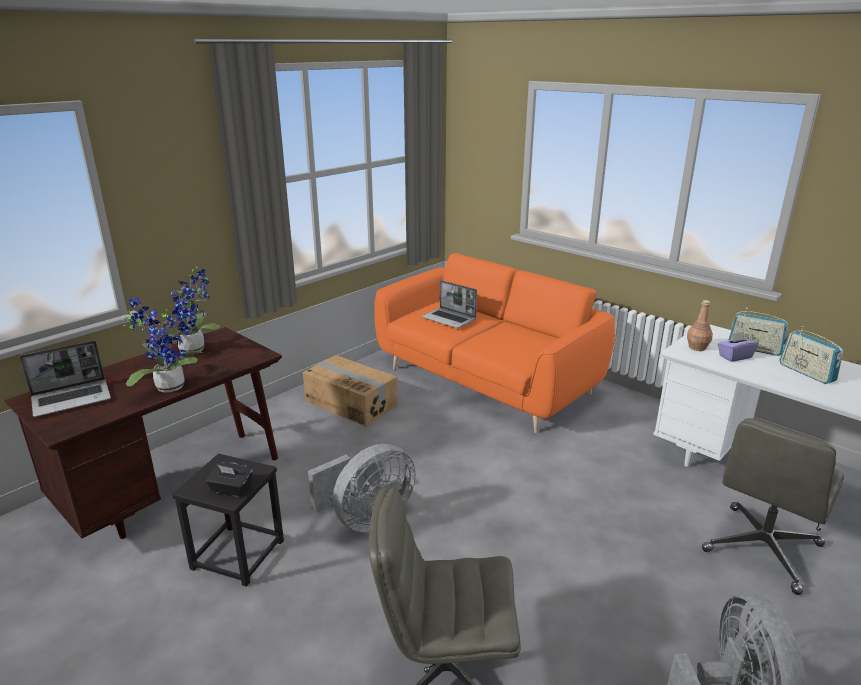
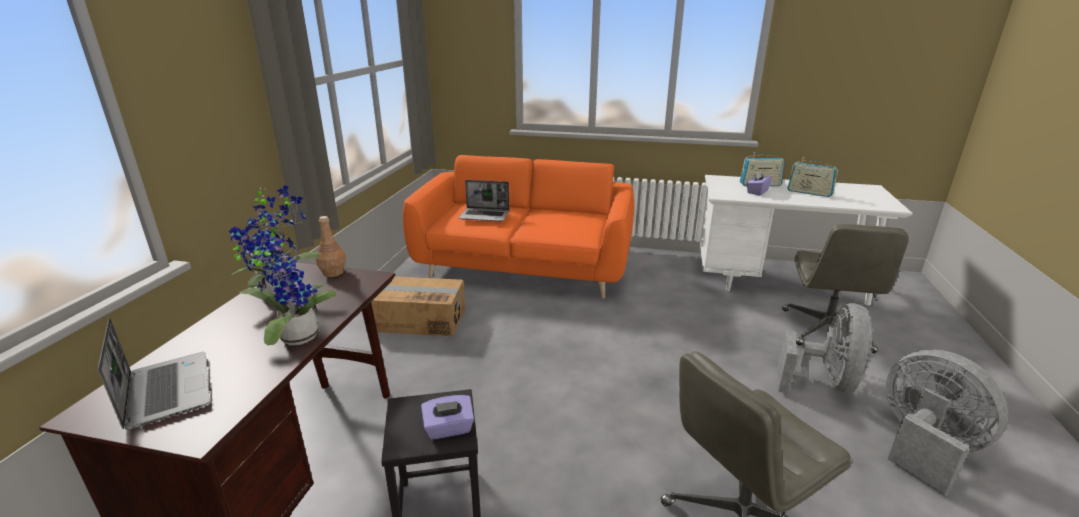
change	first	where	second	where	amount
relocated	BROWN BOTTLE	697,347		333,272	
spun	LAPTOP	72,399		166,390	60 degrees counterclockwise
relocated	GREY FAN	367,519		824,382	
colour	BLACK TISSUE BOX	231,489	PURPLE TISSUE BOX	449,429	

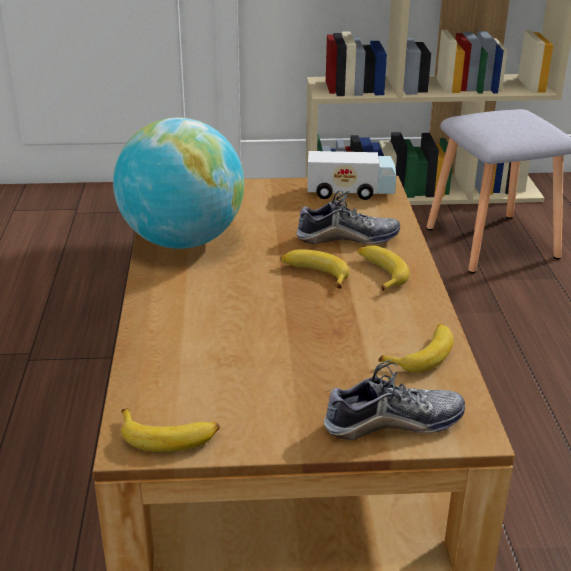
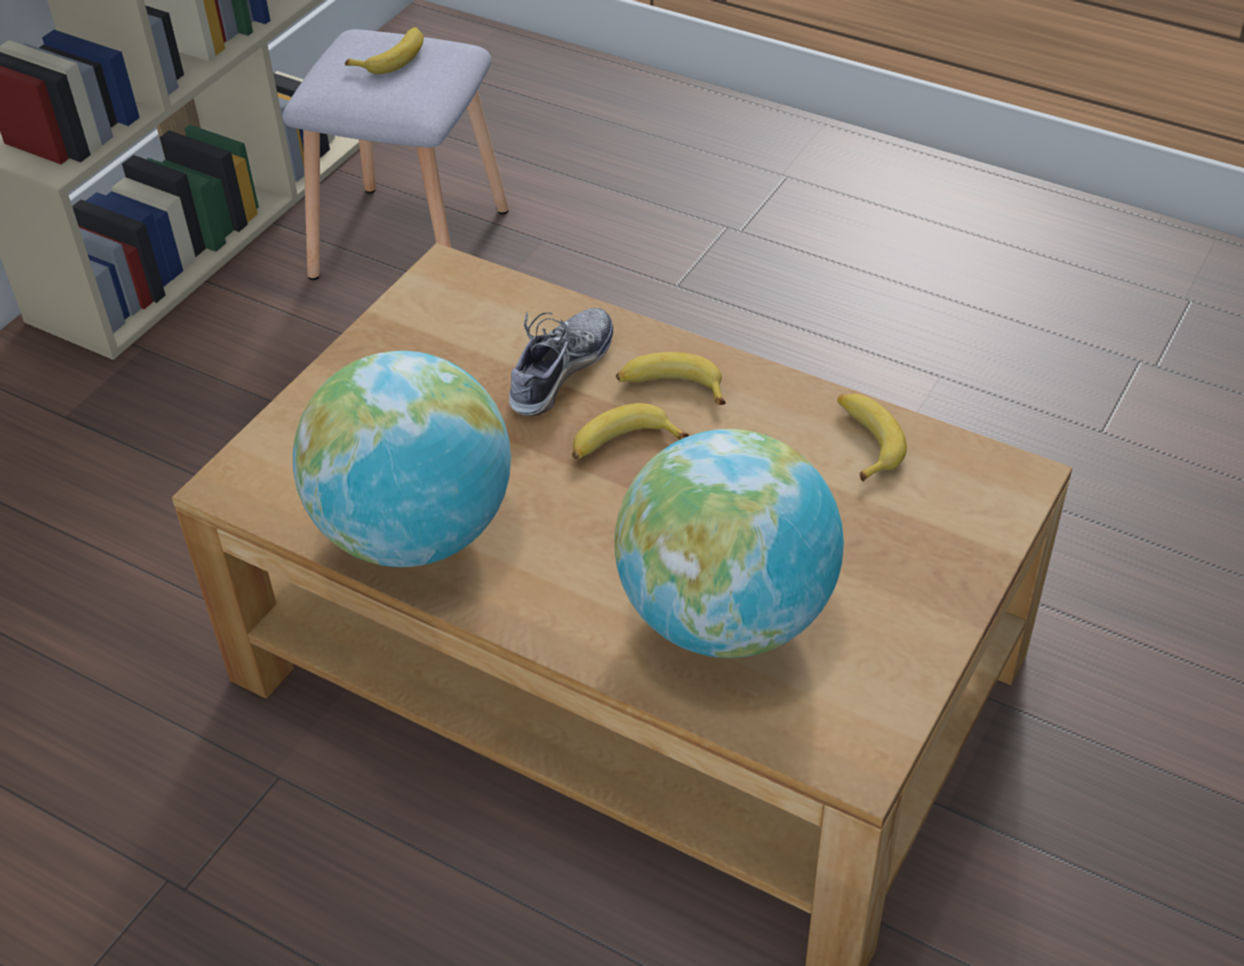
change	first	where	second	where	amount
missing	TOY TRUCK	351,192			
missing	SHOE	392,423			
relocated	BANANA	169,436		392,57	
appeared			GLOBE	726,615	

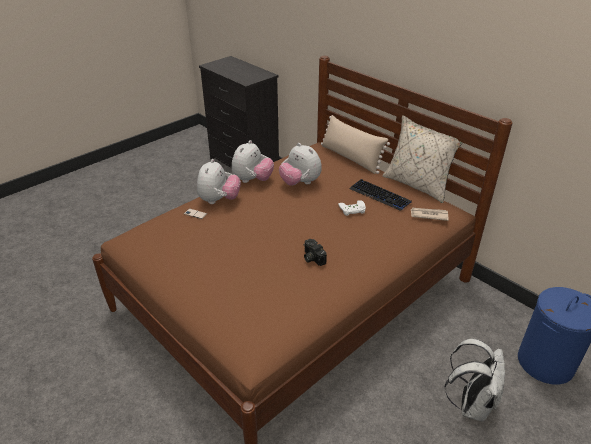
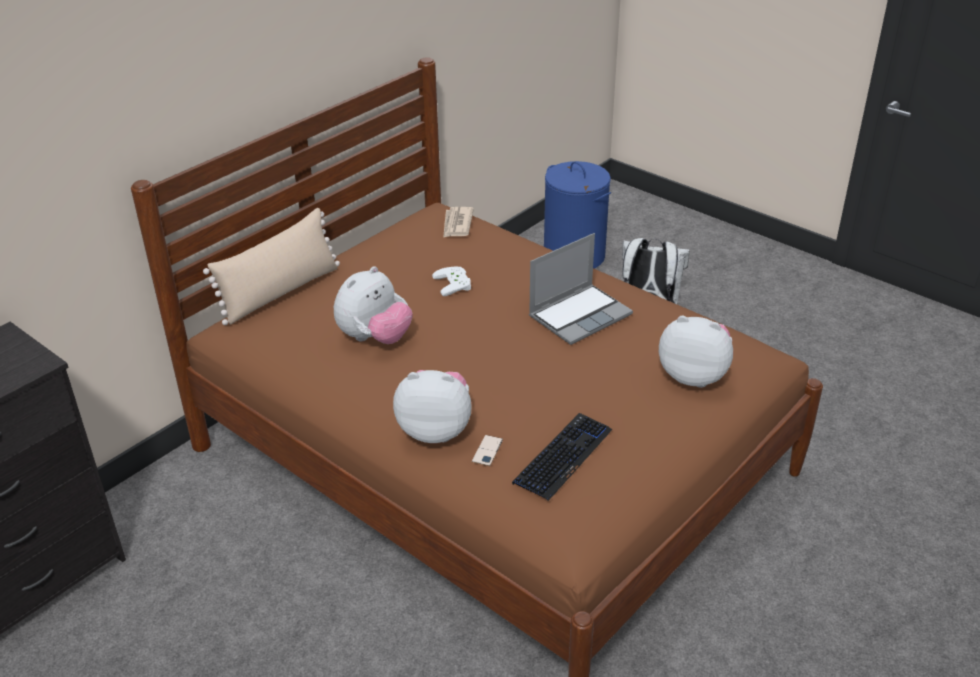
change	first	where	second	where	amount
missing	BEIGE PILLOW	417,185			
relocated	PLUSH TOY	252,180		693,375	
relocated	KEYBOARD	380,195		563,457	
exchanged	PHOTO CAMERA	312,258	LAPTOP	580,315	

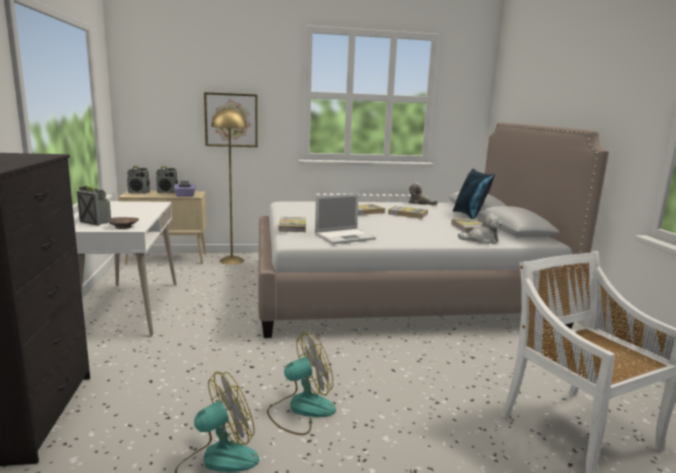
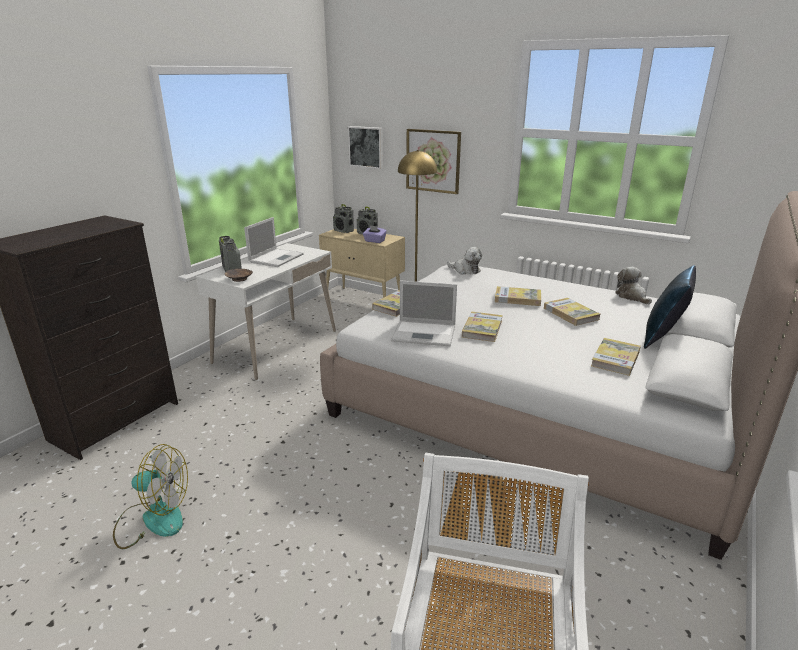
change	first	where	second	where	amount
relocated	PLUSH TOY	481,240		465,270	
missing	FAN	301,409			
appeared			PICTURE	366,147	
appeared			LAPTOP	276,258	
appeared			BOOK	482,329	

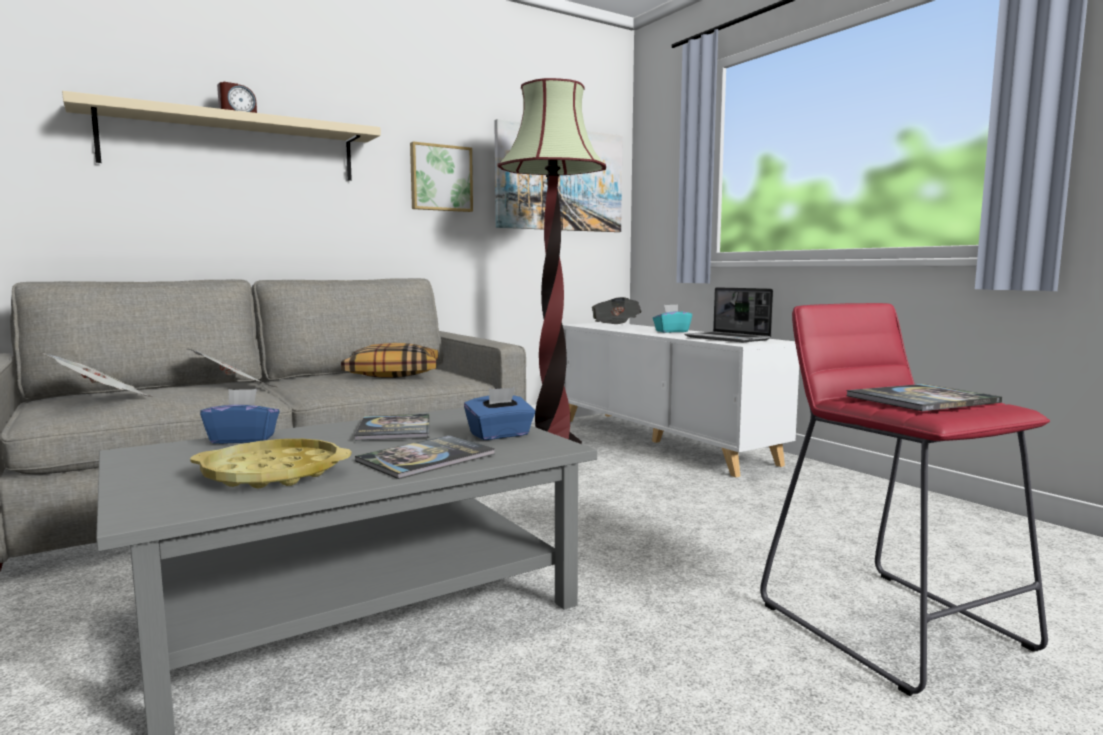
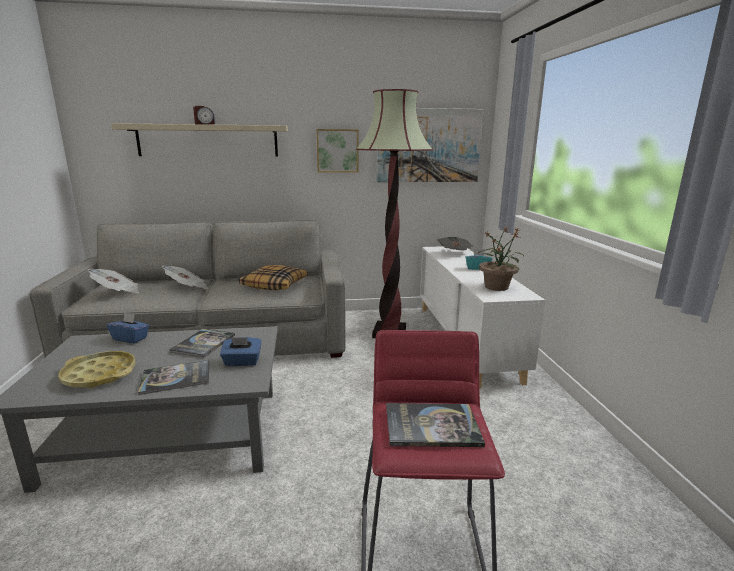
change	first	where	second	where	amount
exchanged	LAPTOP	728,338	POTTED PLANT	496,287	

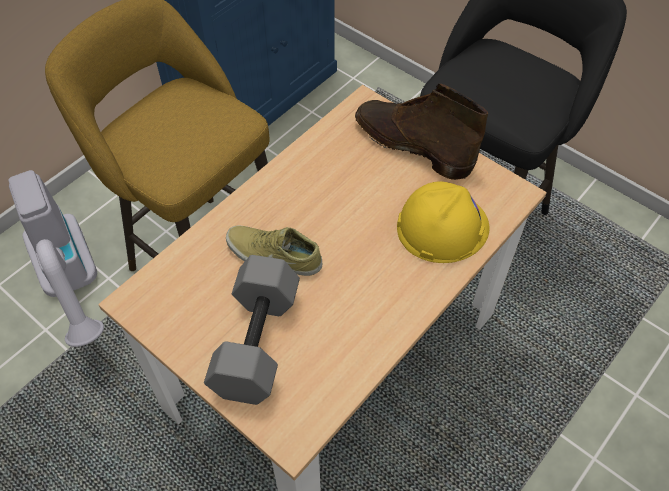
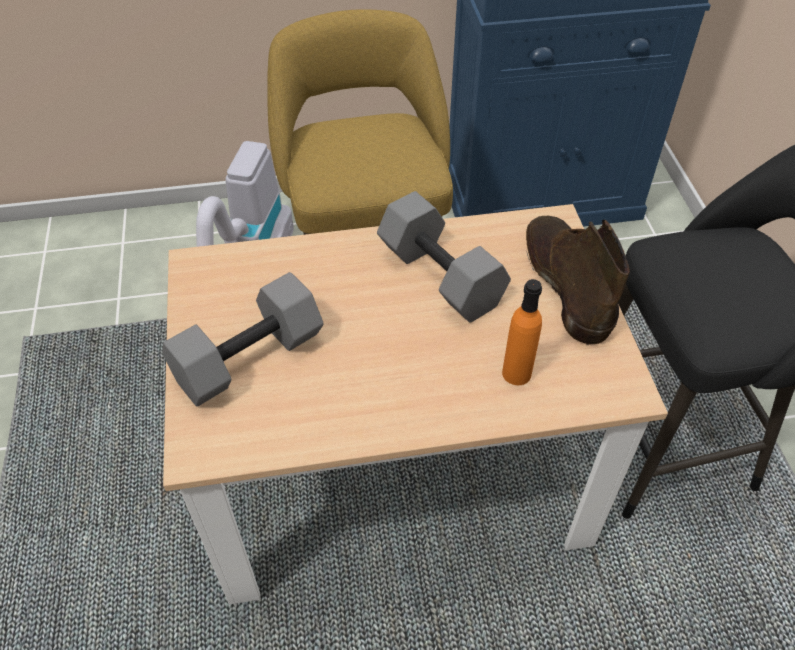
change	first	where	second	where	amount
exchanged	YELLOW HARD HAT	442,226	ORANGE BOTTLE	516,373	
missing	BEIGE SHOE	273,256			
appeared			GREY DUMBBELL	443,276	

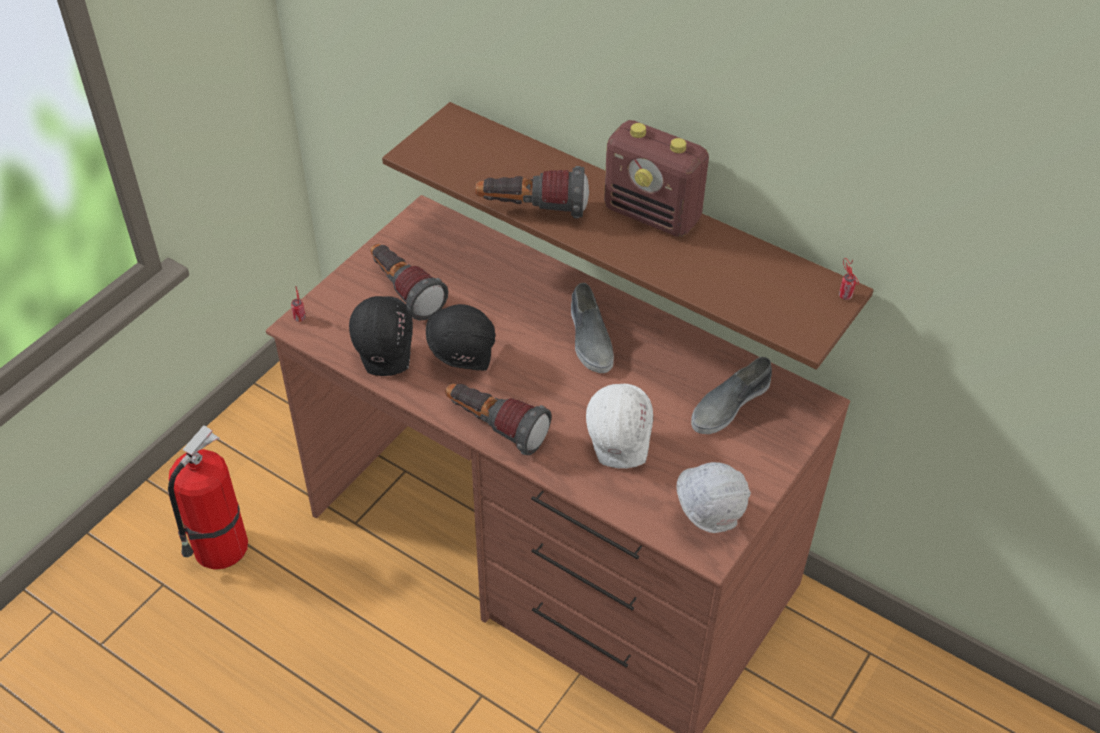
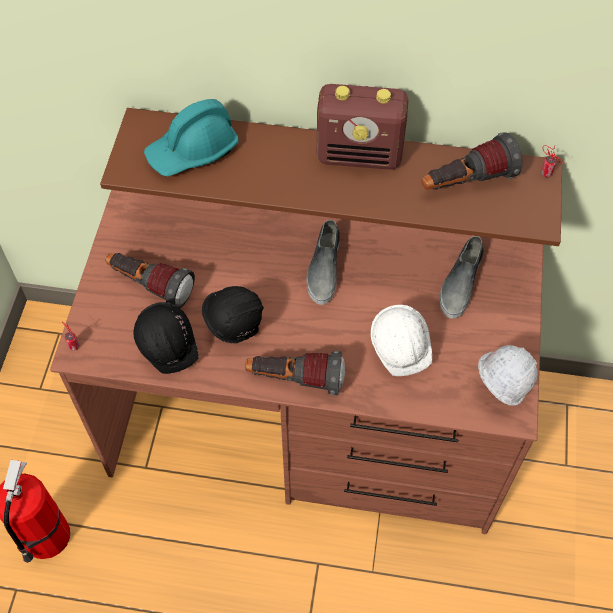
change	first	where	second	where	amount
relocated	FLASHLIGHT	532,210		466,183	
spun	GREY SHOE	590,338		324,268	45 degrees clockwise
appeared			TURQUOISE HARD HAT	193,151	

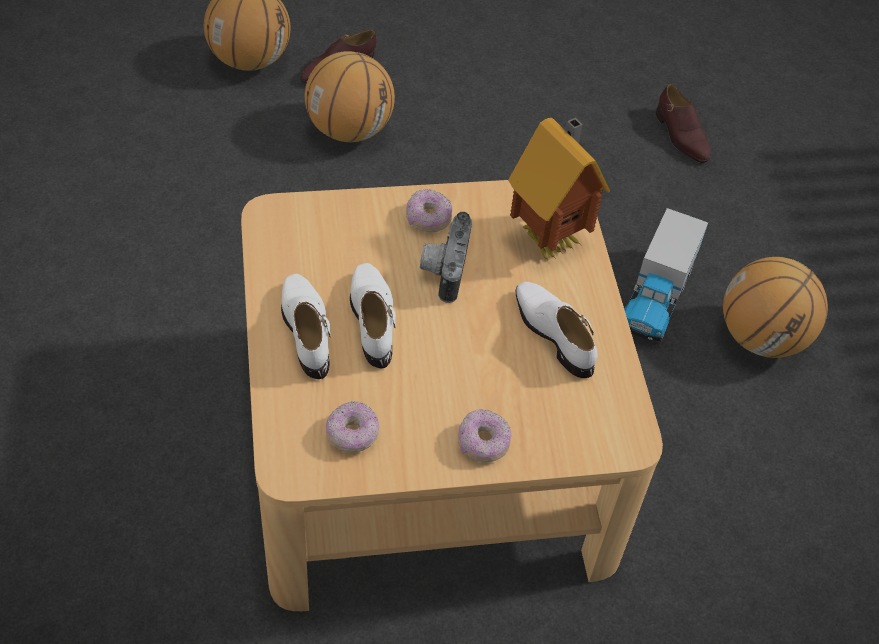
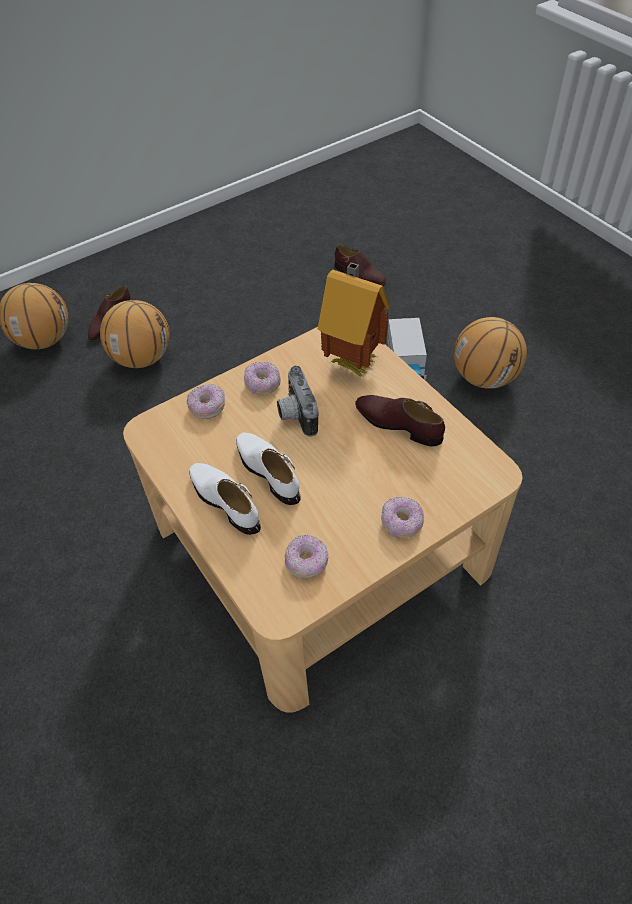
change	first	where	second	where	amount
colour	WHITE SHOE	554,333	BROWN SHOE	398,424	
appeared			DONUT	207,407	

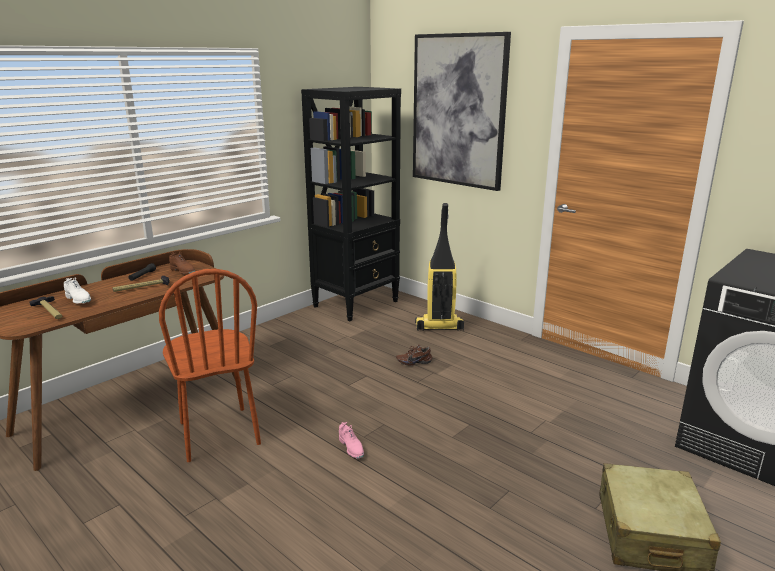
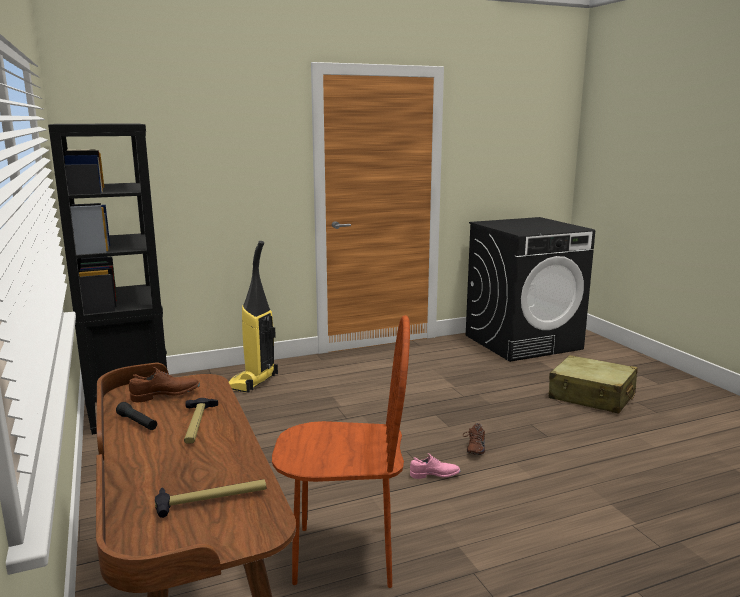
change	first	where	second	where	amount
missing	PICTURE	458,111			
missing	WHITE SHOE	79,300			
relocated	BROWN SHOE	414,362		474,448	

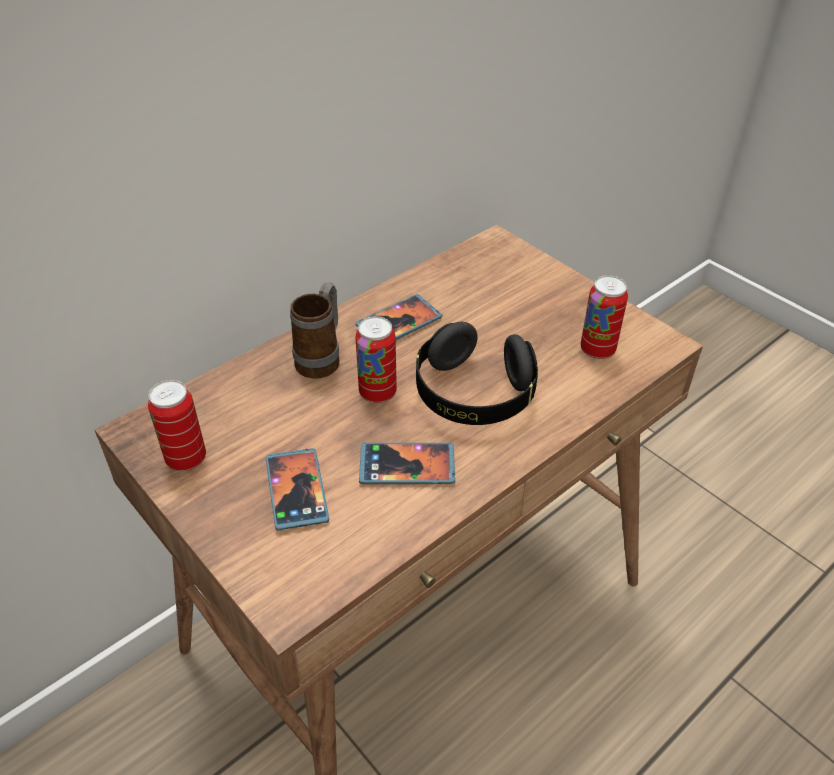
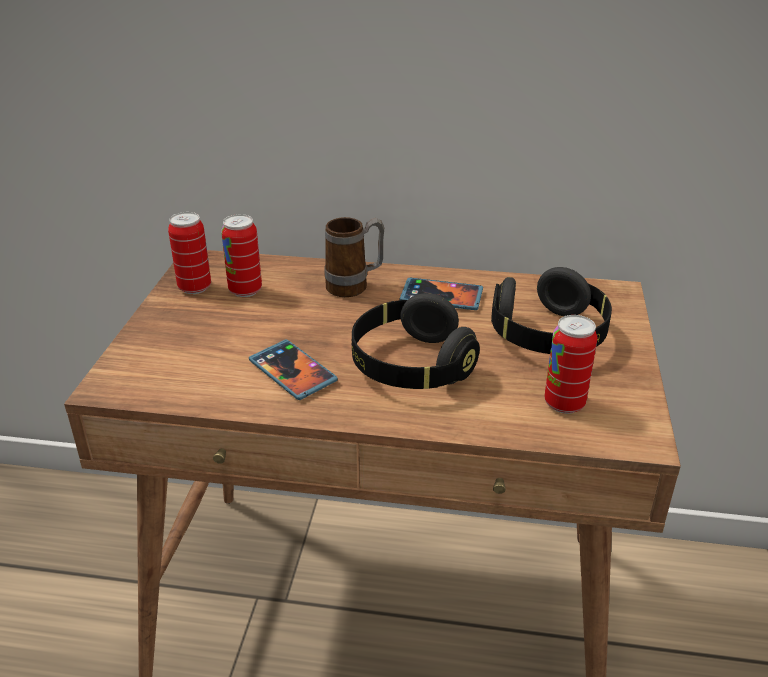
change	first	where	second	where	amount
relocated	CAN	377,393		245,290	
missing	PHONE	297,490			
appeared			BLACK HEADPHONES	548,336	

